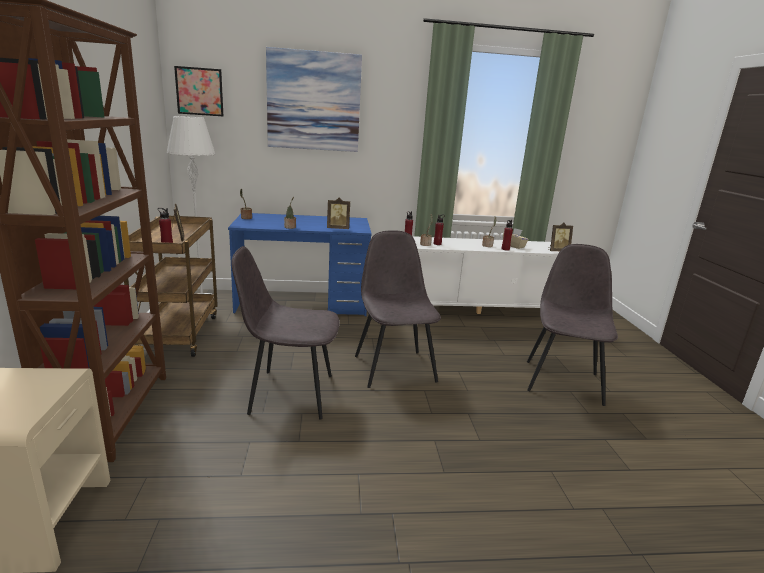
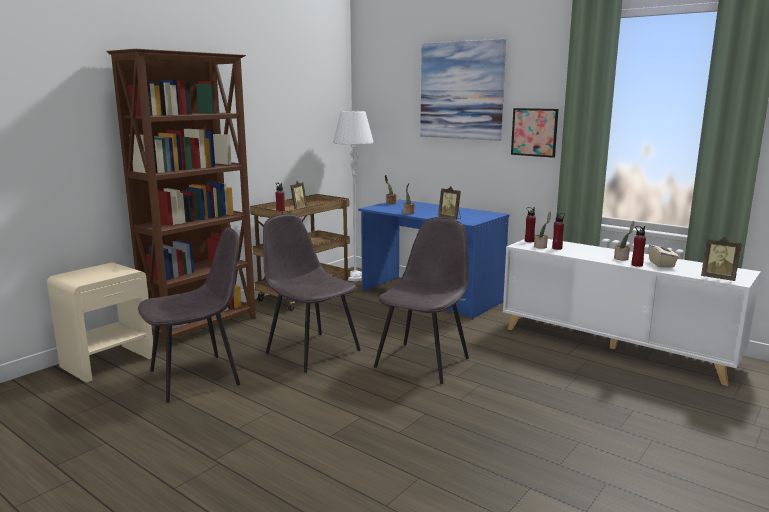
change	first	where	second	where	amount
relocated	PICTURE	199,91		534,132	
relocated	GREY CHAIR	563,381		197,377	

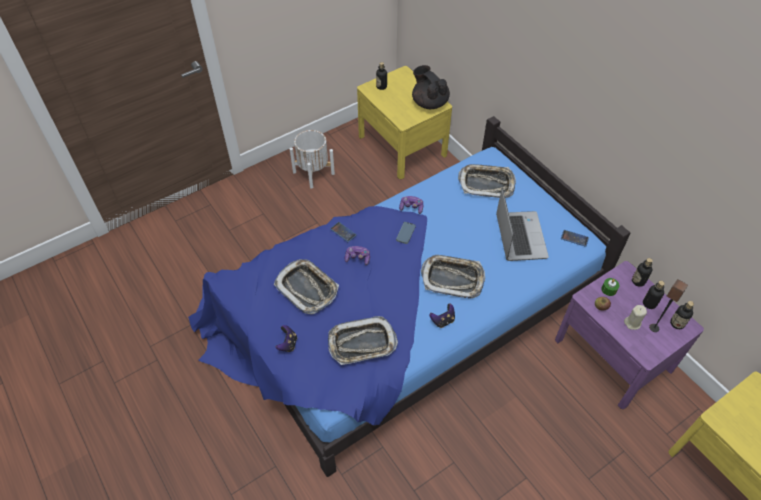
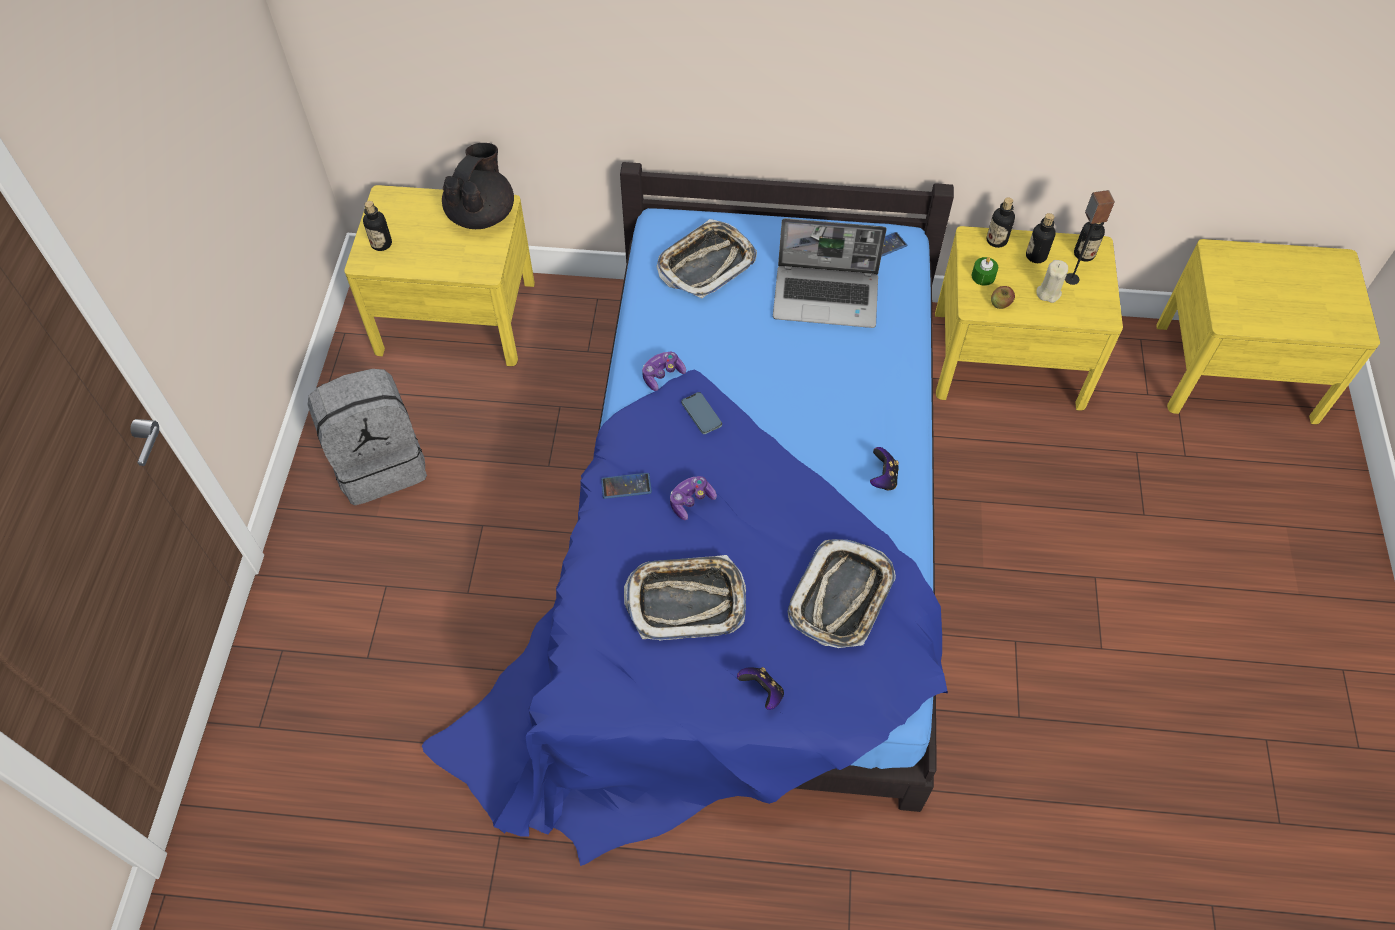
change	first	where	second	where	amount
spun	BLACK TEAPOT	429,103		482,214	105 degrees clockwise
exchanged	WHITE PLANTER	313,172	GREY BACKPACK	380,462	
spun	LAPTOP	519,236		827,297	150 degrees clockwise
missing	TRAY	452,278			
colour	PURPLE NIGHTSTAND	613,354	YELLOW NIGHTSTAND	1008,358	

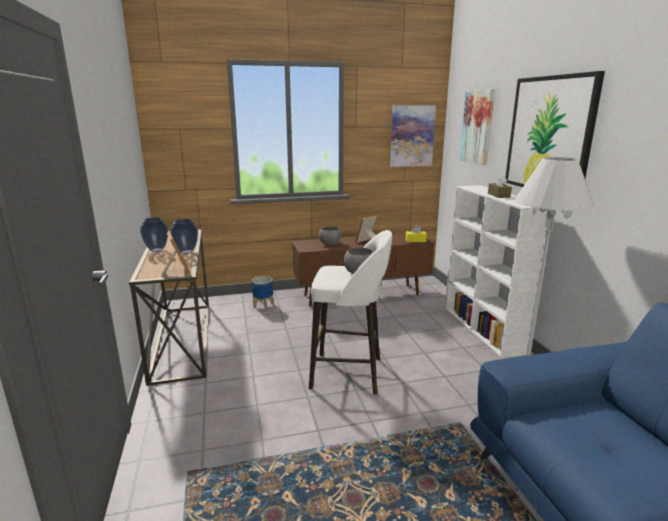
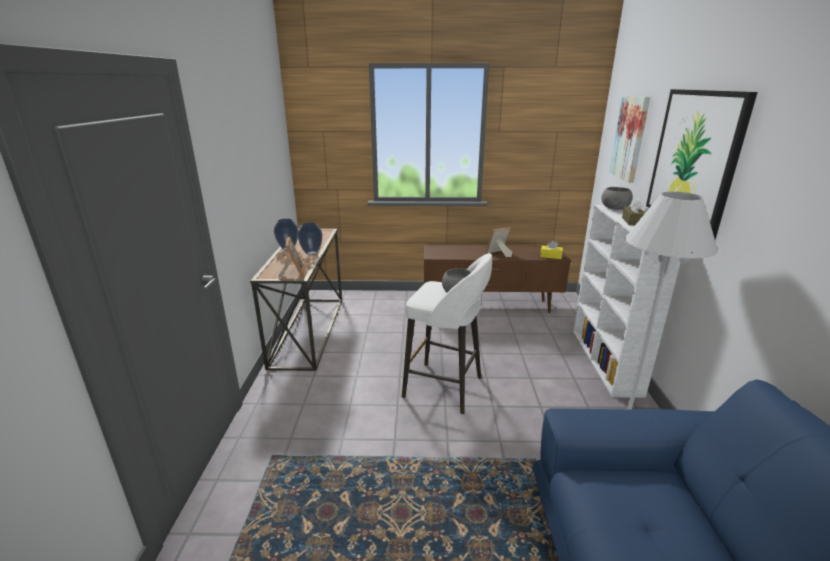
change	first	where	second	where	amount
missing	PICTURE	412,136			
relocated	GREY BOWL	330,243		615,208	
missing	PLANTER	263,305			

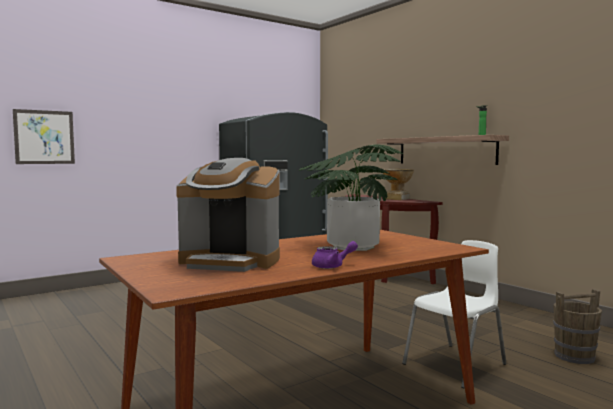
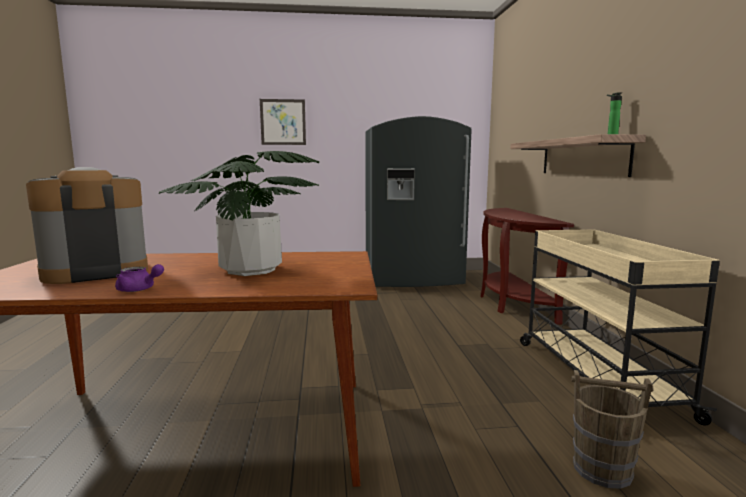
change	first	where	second	where	amount
relocated	PICTURE	44,137		283,122	
spun	COFFEE MACHINE	230,262		95,271	105 degrees clockwise
missing	VASE	397,199			
missing	WHITE CHAIR	456,364			
appeared			BEIGE CART	596,376	

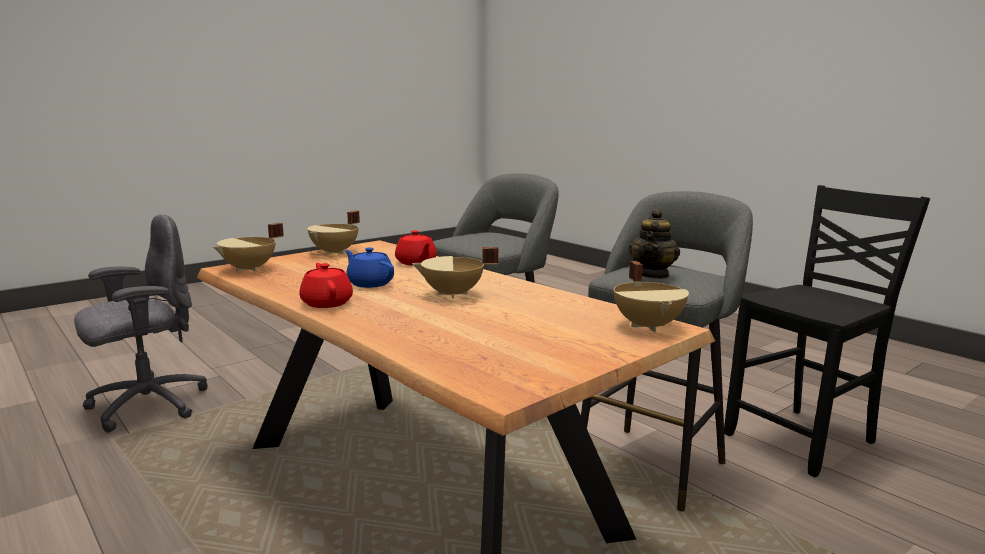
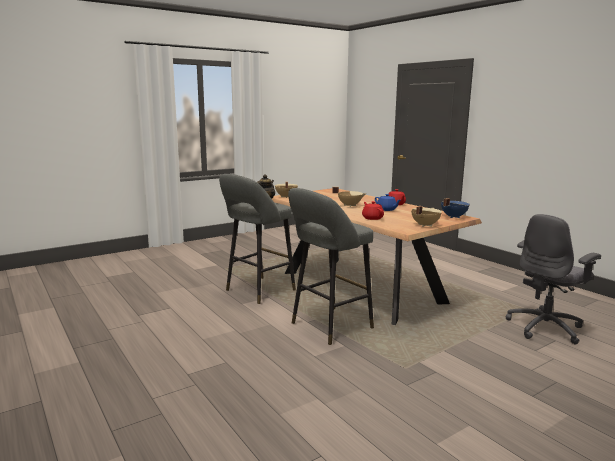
change	first	where	second	where	amount
missing	BLACK CHAIR	804,439			
colour	BEIGE COOKING POT	250,269	BLUE COOKING POT	453,217	

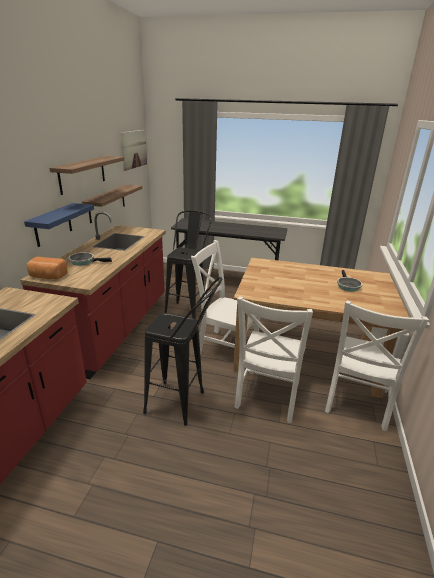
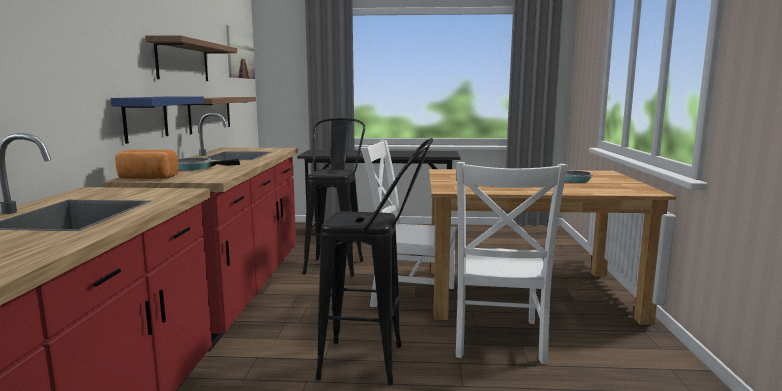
change	first	where	second	where	amount
missing	WHITE CHAIR	356,403			

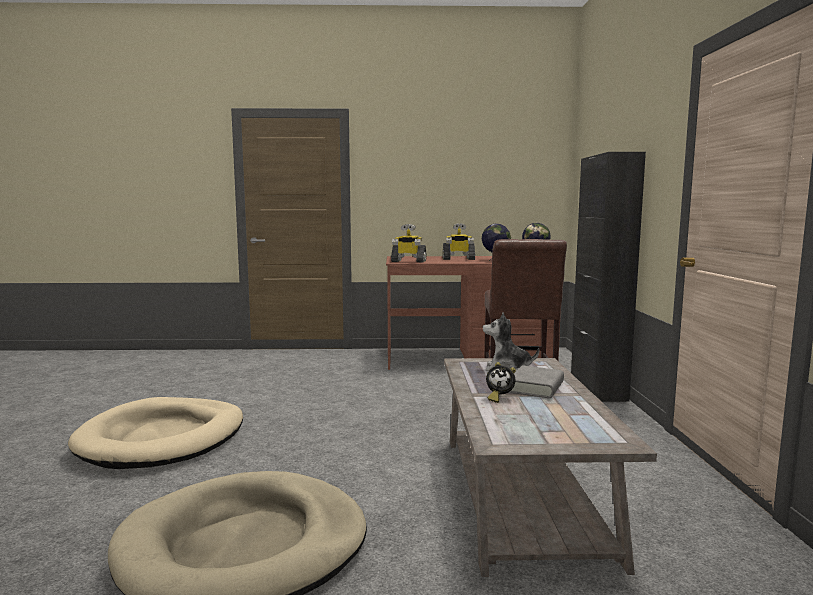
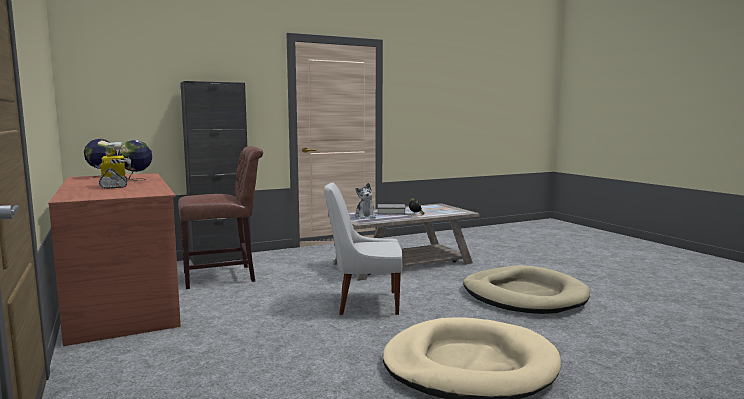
change	first	where	second	where	amount
missing	TOY ROBOT	408,261			
appeared			WHITE CHAIR	365,303	

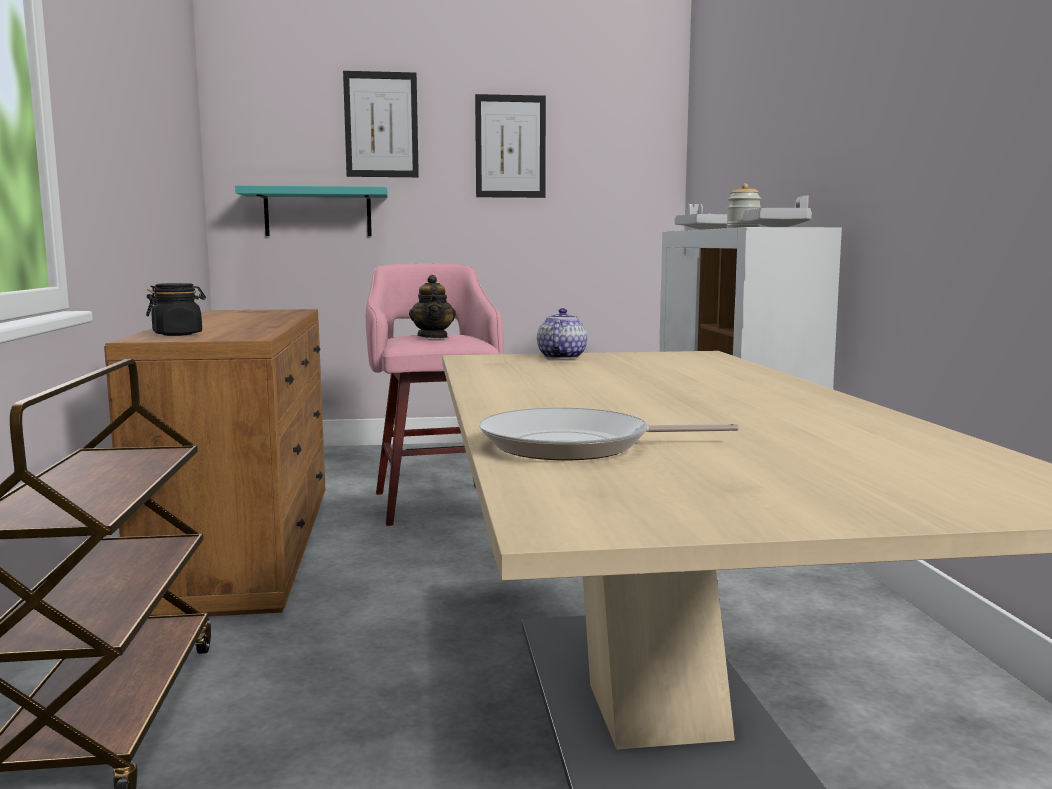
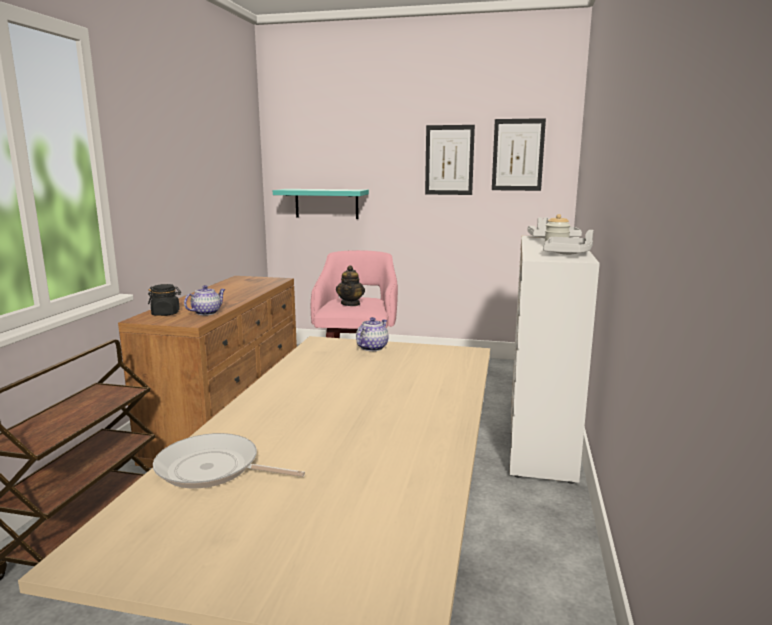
change	first	where	second	where	amount
relocated	PICTURE	381,125		518,155	
appeared			TEAPOT	207,312	

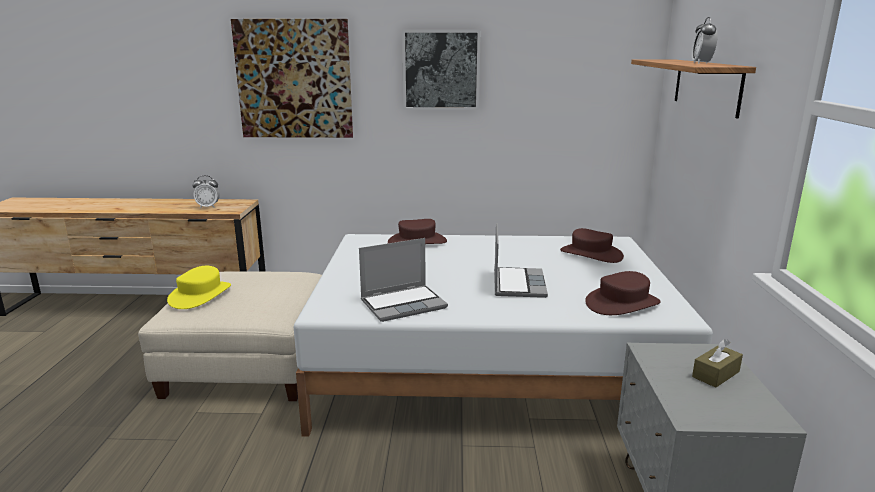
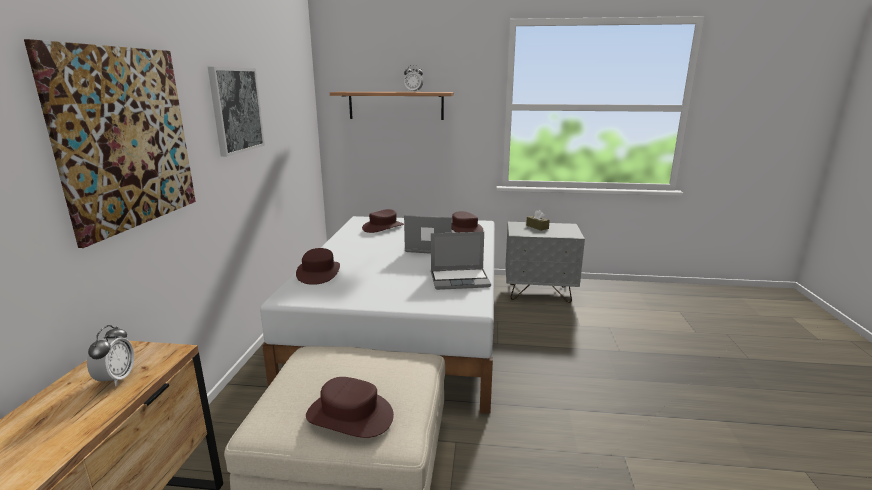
change	first	where	second	where	amount
spun	LAPTOP	404,304		460,280	105 degrees clockwise
colour	YELLOW HAT	200,295	BROWN HAT	350,415	

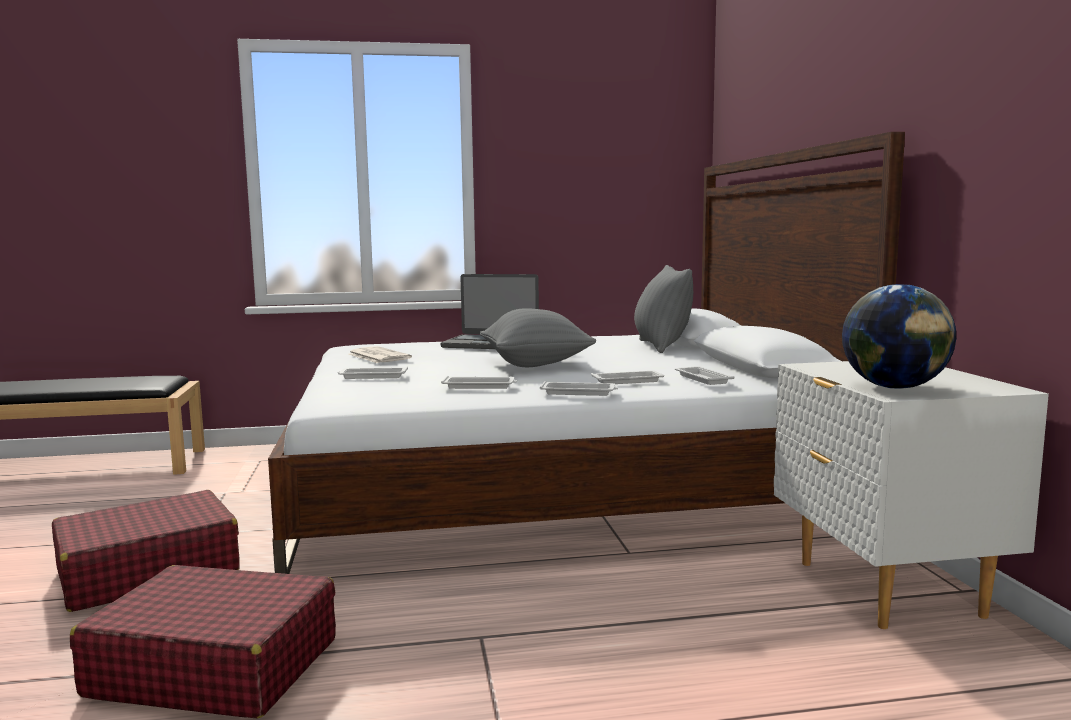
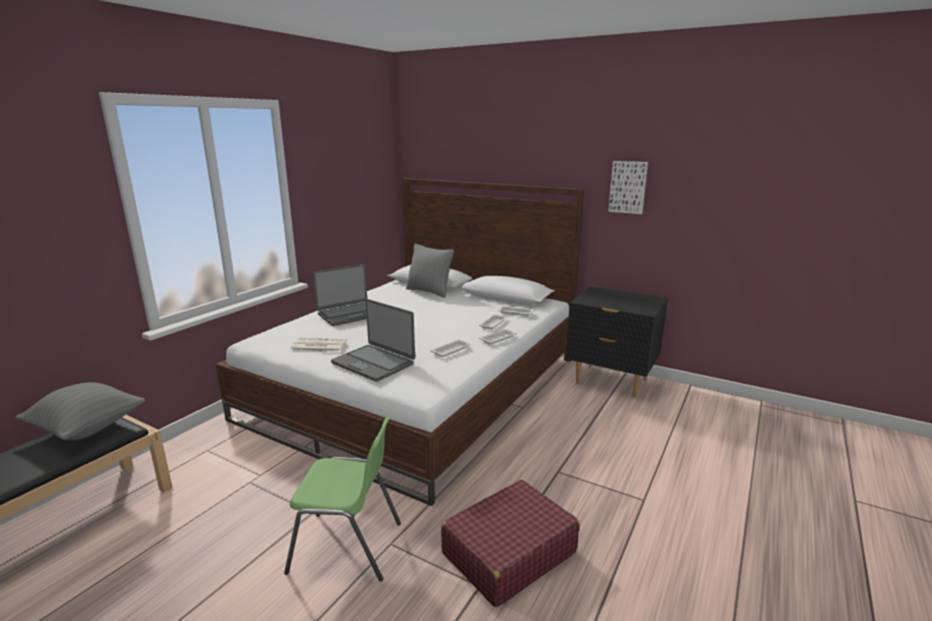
change	first	where	second	where	amount
missing	GLOBE	894,387			
relocated	GREY PILLOW	535,365		87,428	
colour	WHITE NIGHTSTAND	886,589	BLACK NIGHTSTAND	611,382	
exchanged	WHITE TRAY	372,376	LAPTOP	374,363	
exchanged	RED SUITCASE	147,571	GREEN CHAIR	348,547	
appeared			PICTURE	628,187	

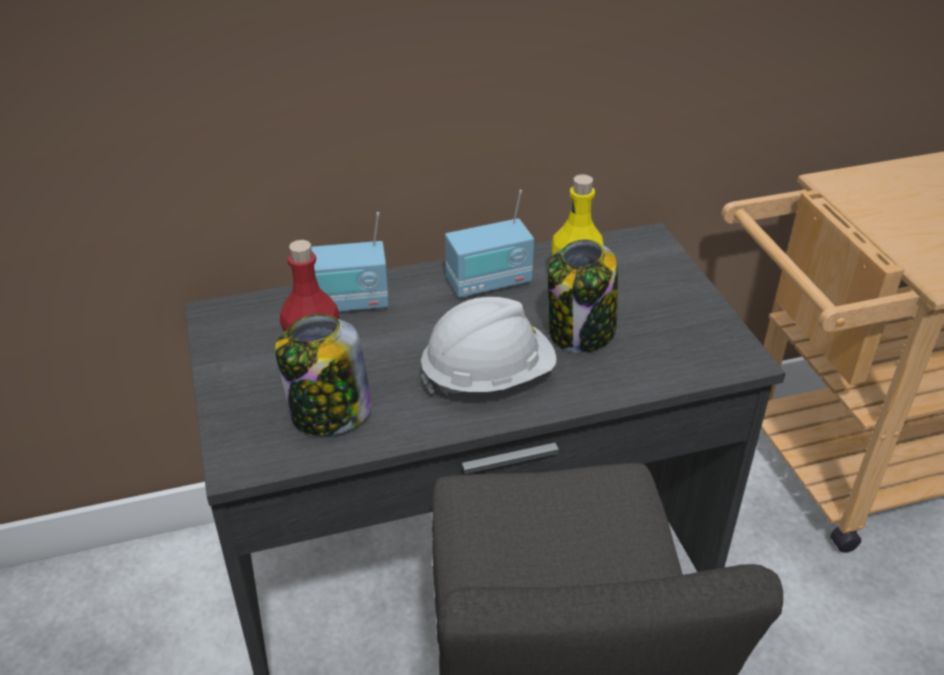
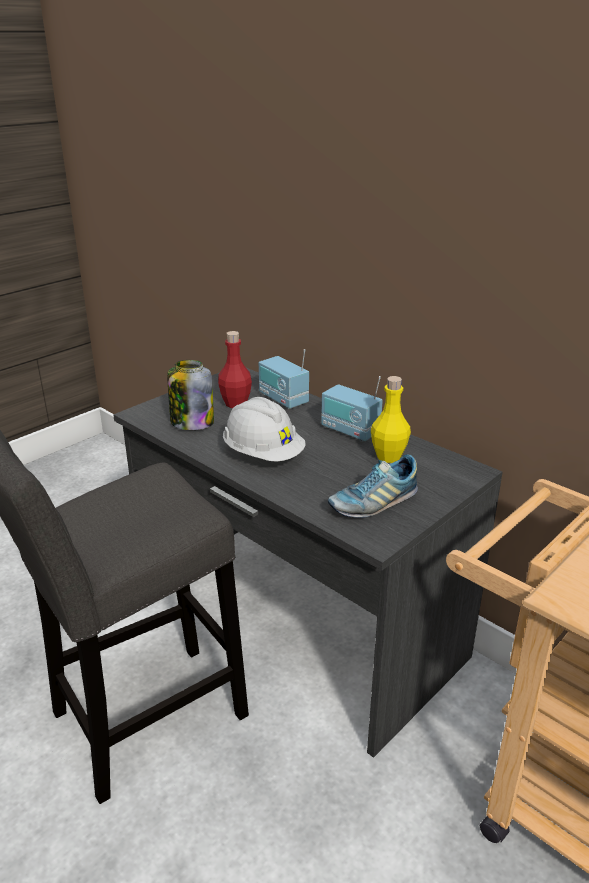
change	first	where	second	where	amount
missing	JAR	581,332			
appeared			SHOE	373,503	

